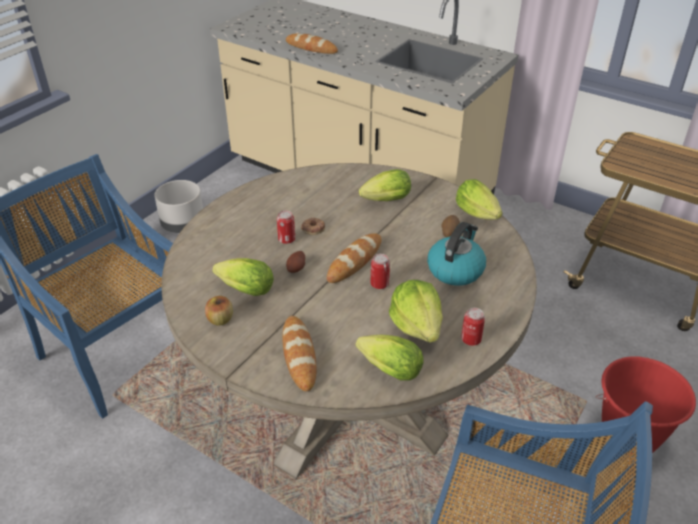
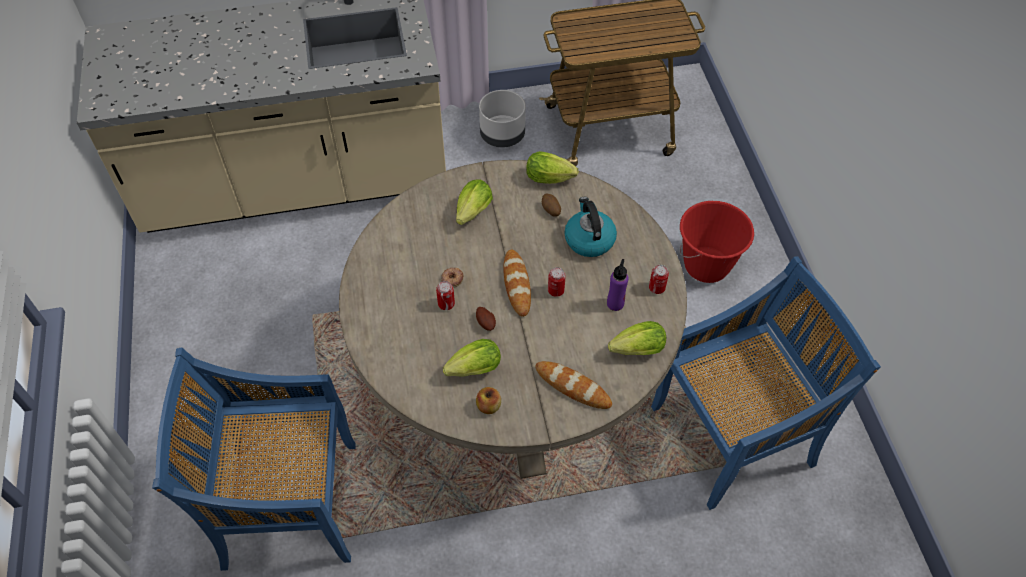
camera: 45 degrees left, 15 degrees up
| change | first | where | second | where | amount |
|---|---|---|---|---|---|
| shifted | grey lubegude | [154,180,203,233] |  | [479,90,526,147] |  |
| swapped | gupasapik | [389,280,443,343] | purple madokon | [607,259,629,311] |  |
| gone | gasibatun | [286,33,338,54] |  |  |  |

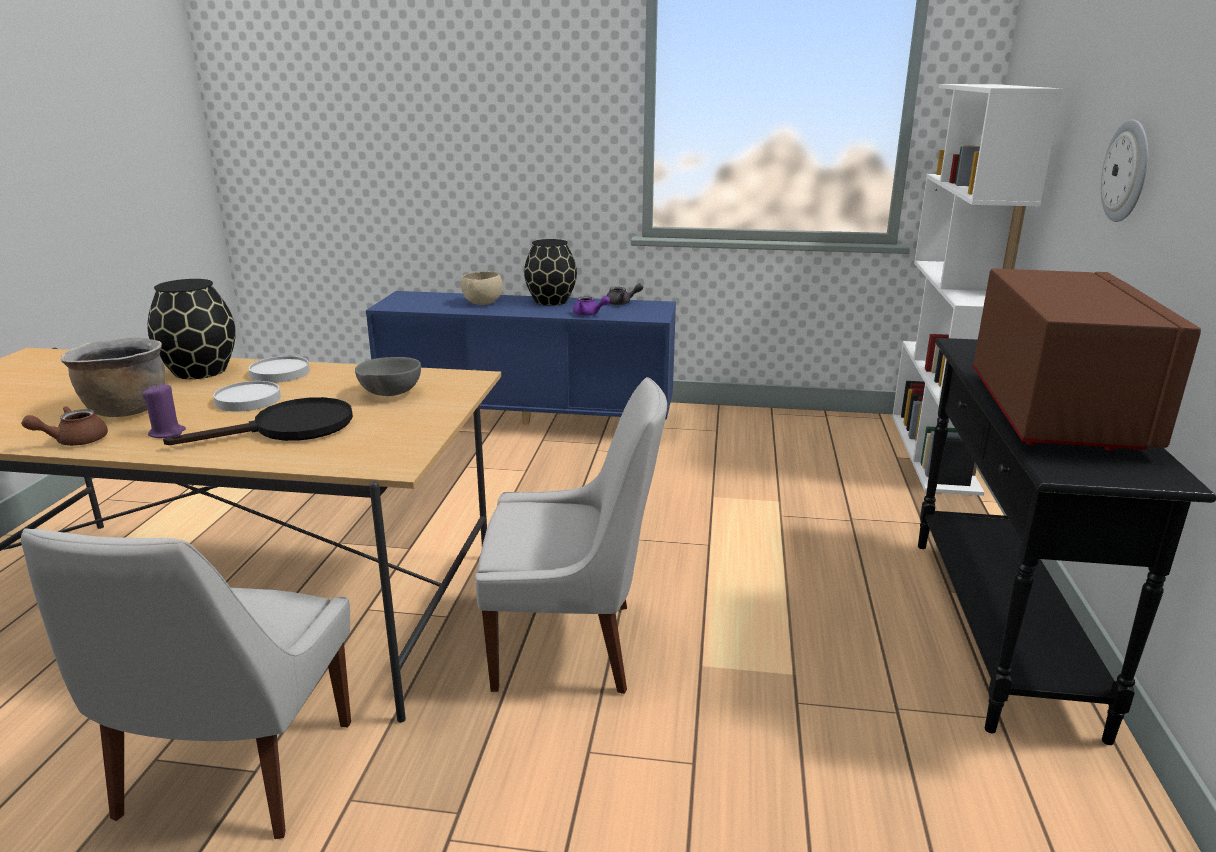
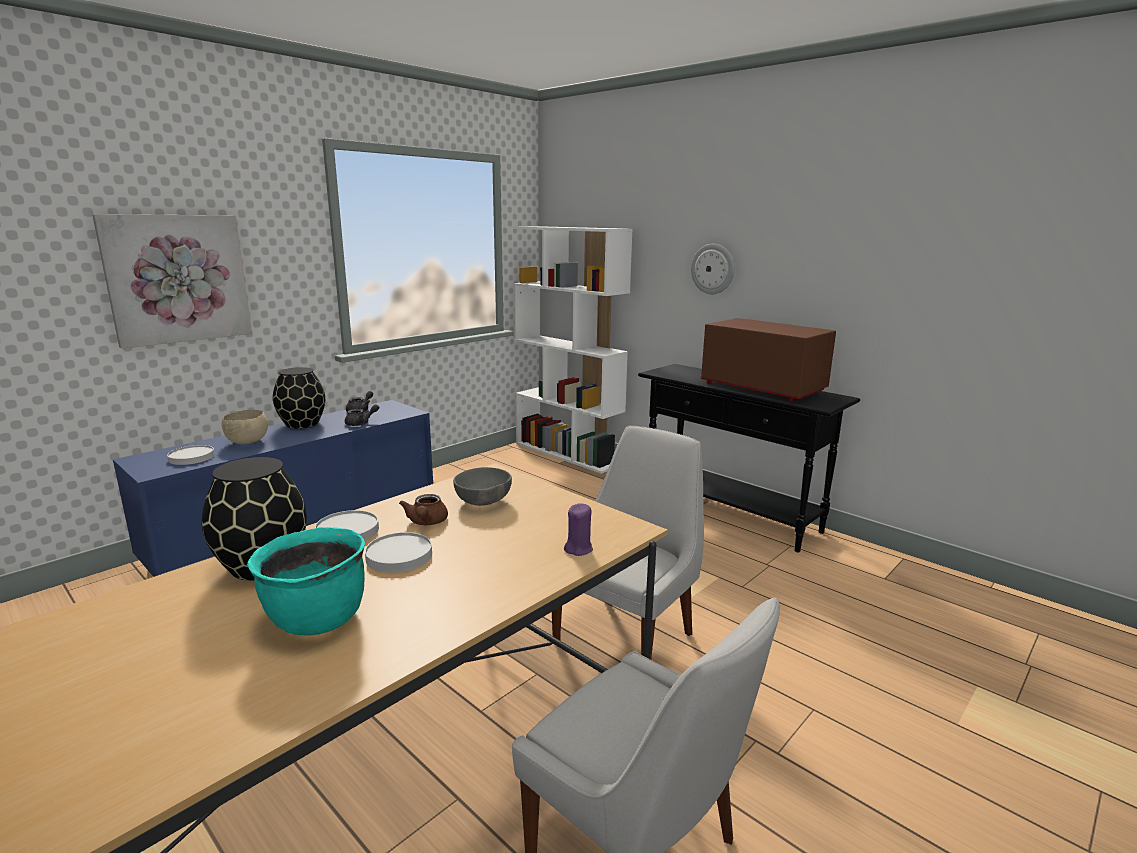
camera: 55 degrees left, 5 degrees down
| change | first | where | second | where | amount |
|---|---|---|---|---|---|
| new |  |  | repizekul | [92,214,252,349] |  |
| new |  |  | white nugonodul | [167,445,215,465] |  |
| repainted | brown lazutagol | [60,338,165,417] | turquoise lazutagol | [247,527,365,636] |  |
| repainted | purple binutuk | [573,296,610,316] | grey binutuk | [345,404,379,426] |  |
| shifted | brown binutuk | [21,406,108,446] |  | [399,494,448,525] |  |
| shifted | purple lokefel | [142,383,186,438] |  | [564,503,593,556] |  |
| gone | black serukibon | [163,397,353,445] |  |  |  |

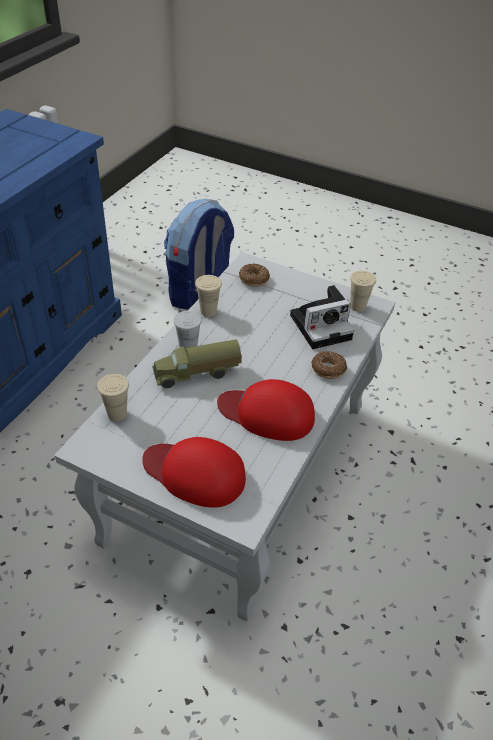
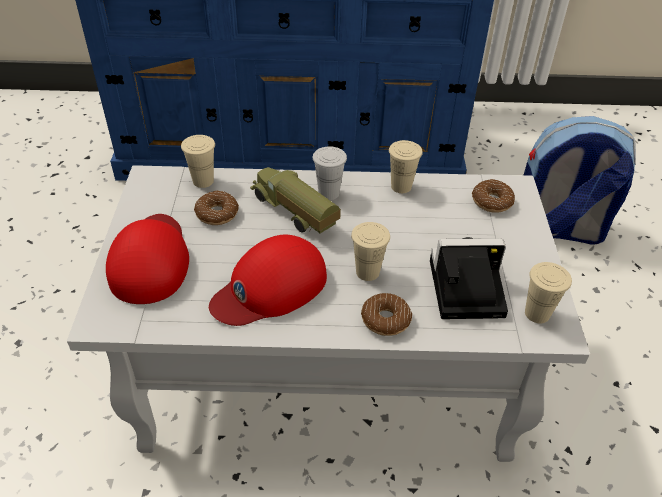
camera: 65 degrees right, 0 degrees up
| change | first | where | second | where | amount |
|---|---|---|---|---|---|
| new |  |  | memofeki | [194,190,239,225] |  |
| rotated | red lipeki | [217,379,315,441] |  | [209,235,327,326] | 120 degrees counterclockwise |
| new |  |  | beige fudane | [351,222,390,281] |  |
| rotated | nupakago | [290,285,354,349] |  | [430,237,508,319] | 135 degrees clockwise |

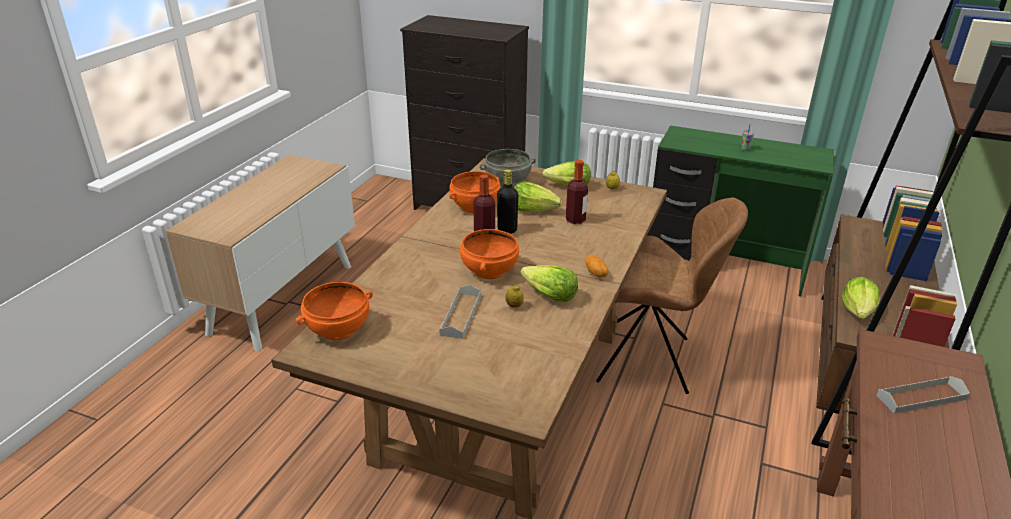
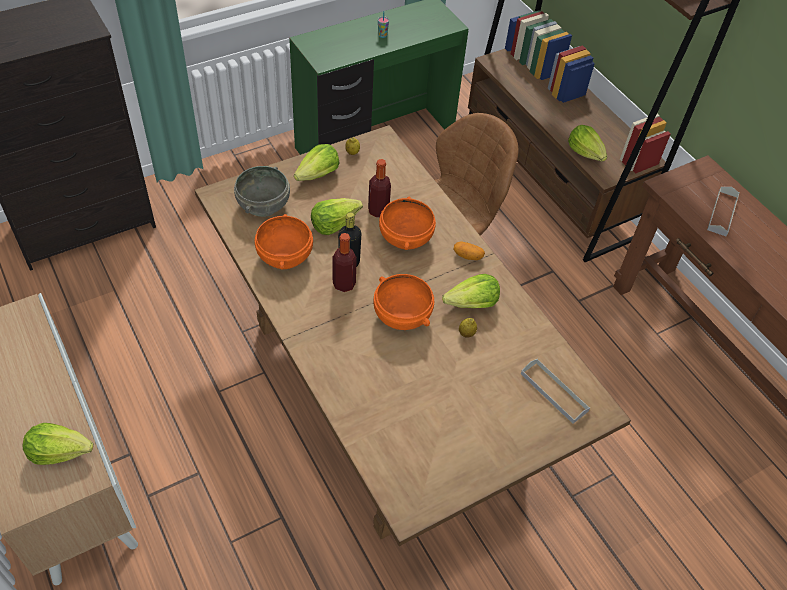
camera: 55 degrees left, 20 degrees up
| change | first | where | second | where | amount |
|---|---|---|---|---|---|
| new |  |  | gupasapik | [22,423,93,465] |  |
| shifted | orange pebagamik | [296,282,373,340] |  | [379,197,436,250] |  |
| shifted | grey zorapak | [439,285,481,339] |  | [521,359,590,424] |  |

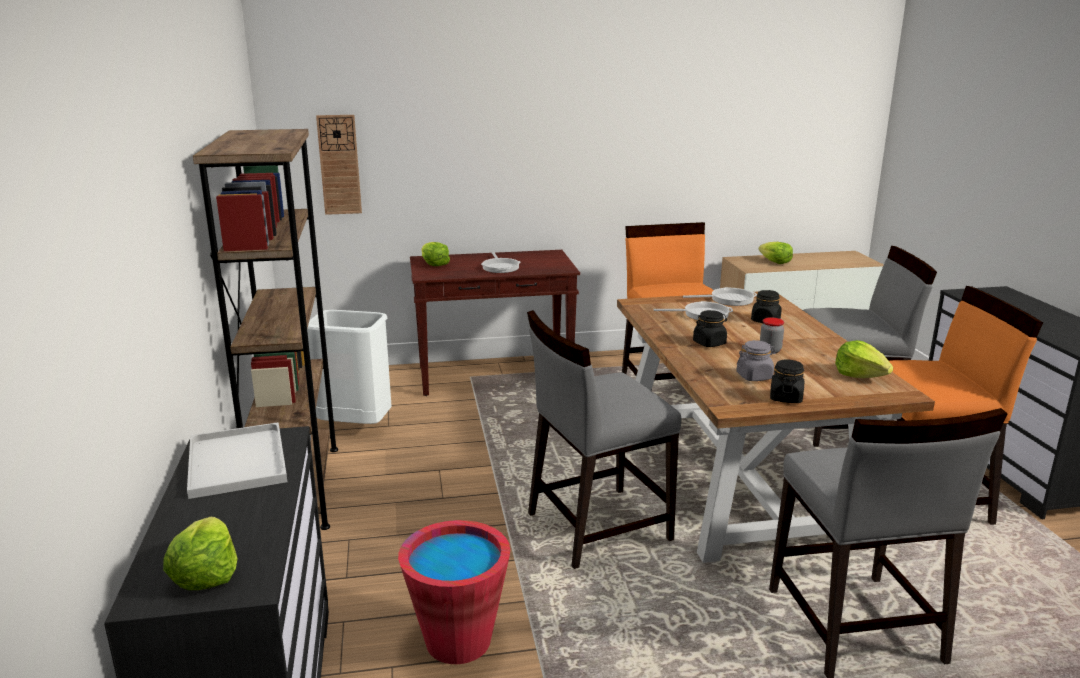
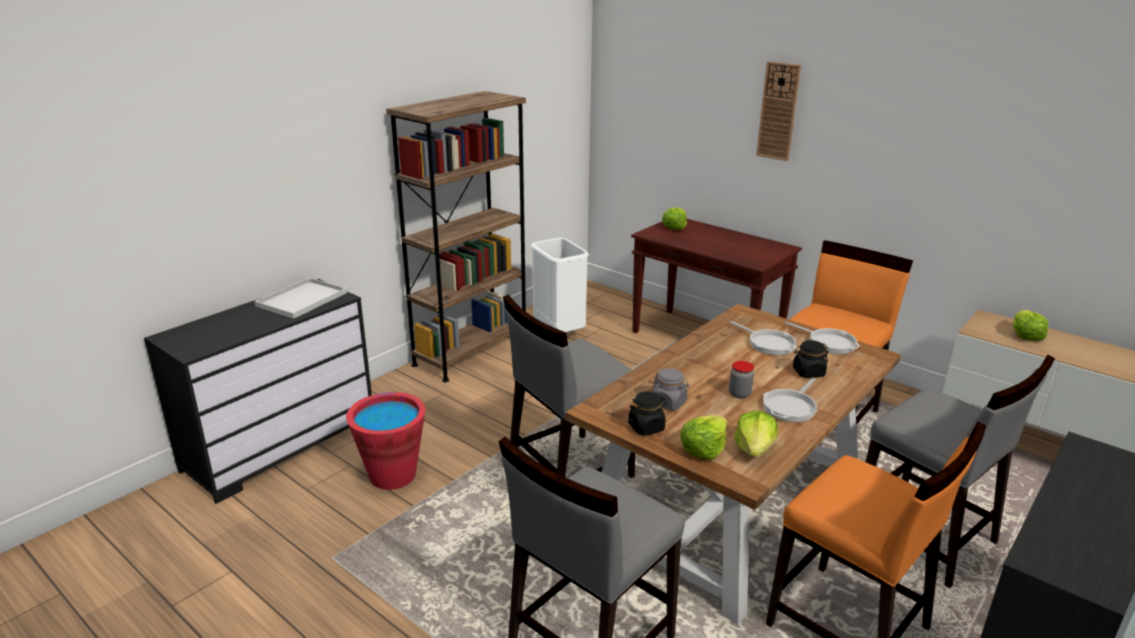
camera: 50 degrees right, 5 degrees up
| change | first | where | second | where | amount |
|---|---|---|---|---|---|
| rotated | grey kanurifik | [527,310,681,569] |  | [503,295,635,478] | 60 degrees counterclockwise |
| shifted | gupasapik | [163,517,237,590] |  | [680,415,727,460] |  |
| shifted | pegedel | [316,115,362,215] |  | [756,61,801,161] |  |
| shifted | serukibon | [481,252,520,273] |  | [763,378,817,422] |  |
| gone | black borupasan | [693,310,727,347] |  |  |  |

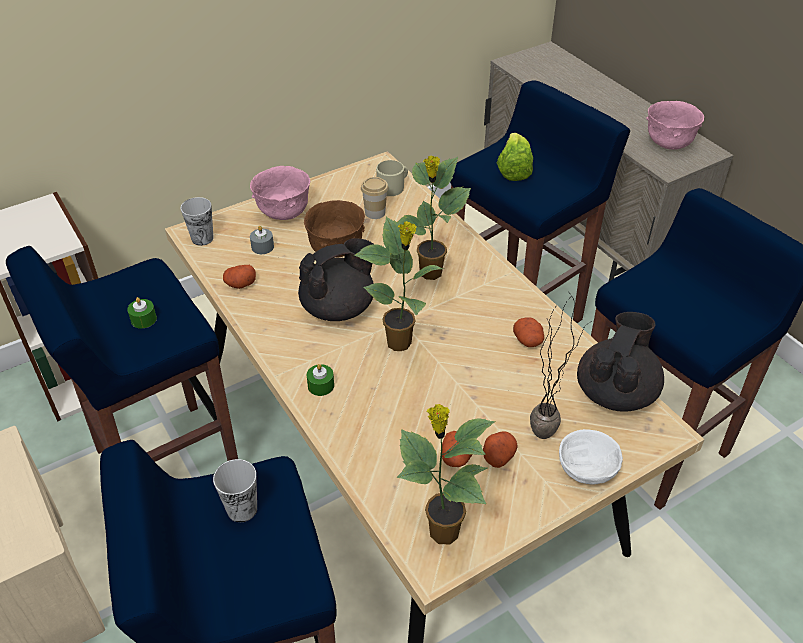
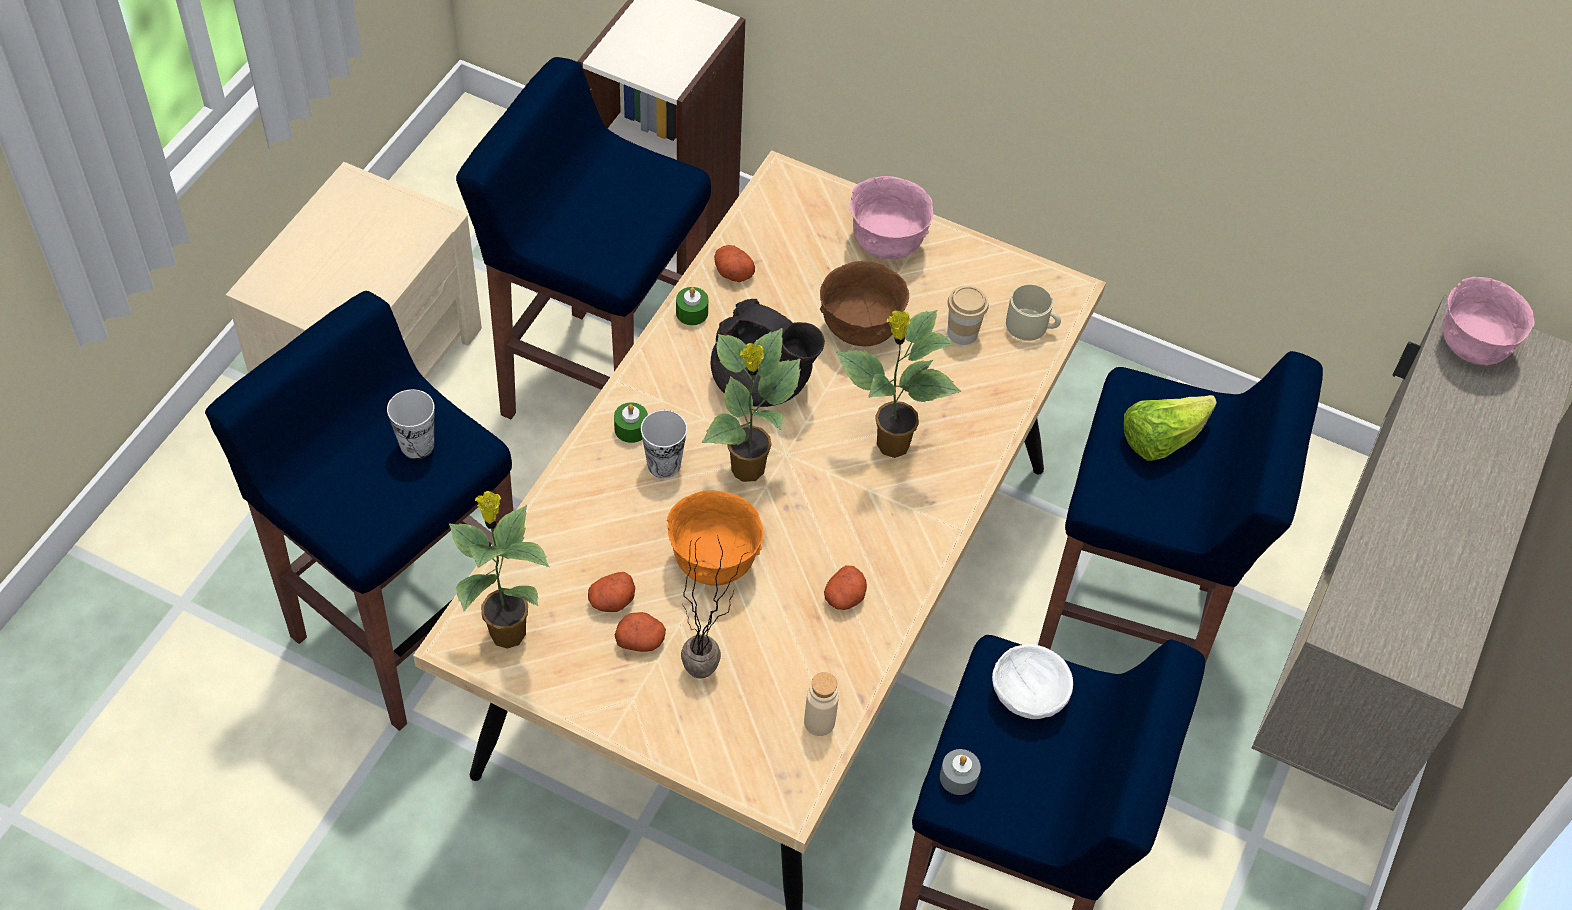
camera: 55 degrees right, 10 degrees up
| change | first | where | second | where | amount |
|---|---|---|---|---|---|
| shifted | fudane | [181,197,214,246] |  | [641,410,687,478] |  |
| new |  |  | orange pebagamik | [667,490,763,586] |  |
| shifted | green lokefel | [127,297,157,329] |  | [676,287,708,325] |  |
| swapped | black binutuk | [577,312,664,412] | beige madokon | [804,672,839,736] |  |
| shifted | grey lokefel | [250,226,274,254] |  | [940,749,981,795] |  |
| shifted | white pebagamik | [559,429,623,485] |  | [992,644,1073,719] |  |
| shifted | pink pebagamik | [646,101,704,149] |  | [1443,277,1534,365] |  |

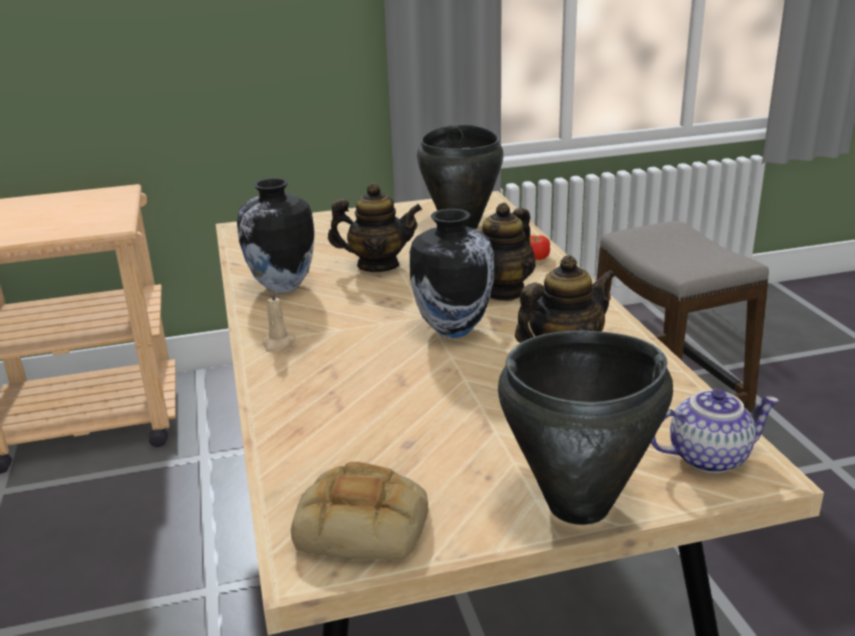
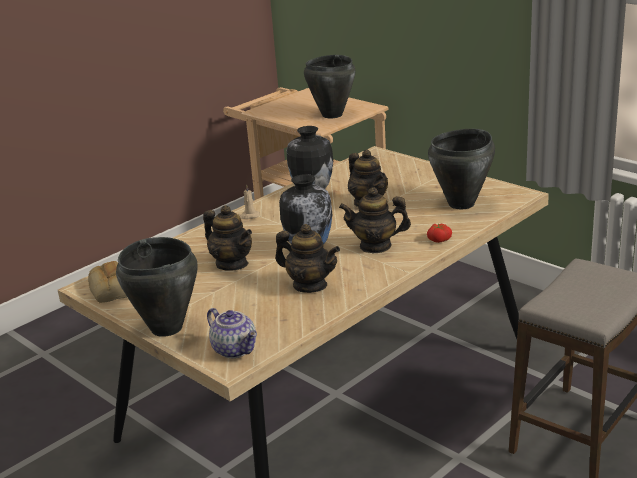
camera: 60 degrees right, 0 degrees up
| change | first | where | second | where | amount |
|---|---|---|---|---|---|
| new |  |  | binutuk | [203,205,252,271] |  |
| new |  |  | black lazutagol | [304,55,356,118] |  |

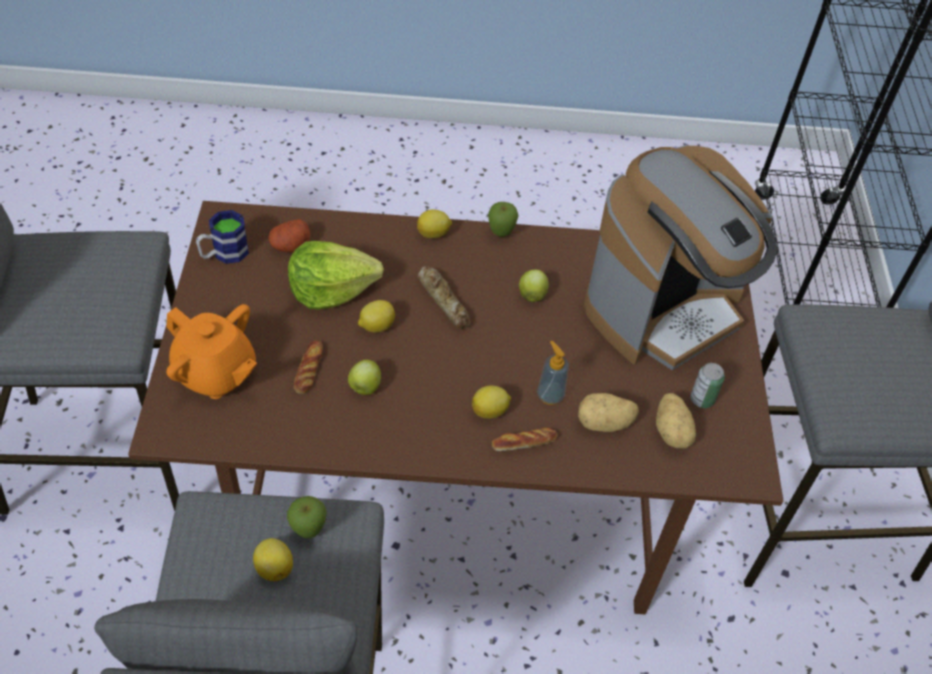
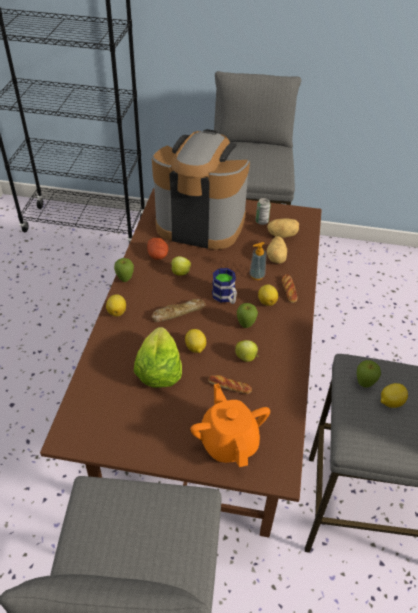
camera: 80 degrees left, 5 degrees down
| change | first | where | second | where | amount |
|---|---|---|---|---|---|
| shifted | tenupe | [268,219,310,252] |  | [147,238,169,260] |  |
| rotated | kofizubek | [584,146,778,370] |  | [152,129,250,250] | 45 degrees counterclockwise |
| rotated | orange binutuk | [166,304,257,399] |  | [190,383,270,467] | 60 degrees counterclockwise |
| shifted | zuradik | [196,210,249,264] |  | [212,268,237,304] |  |
| new |  |  | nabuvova | [237,303,258,328] |  |

